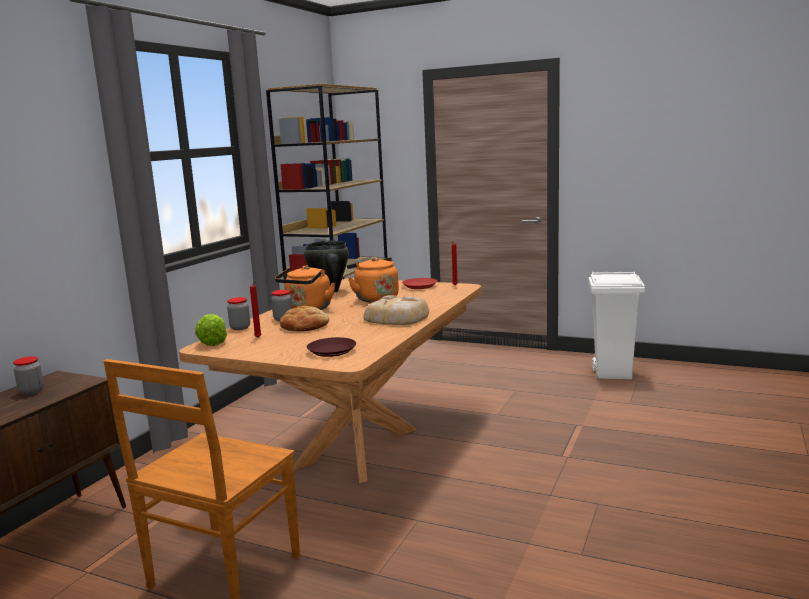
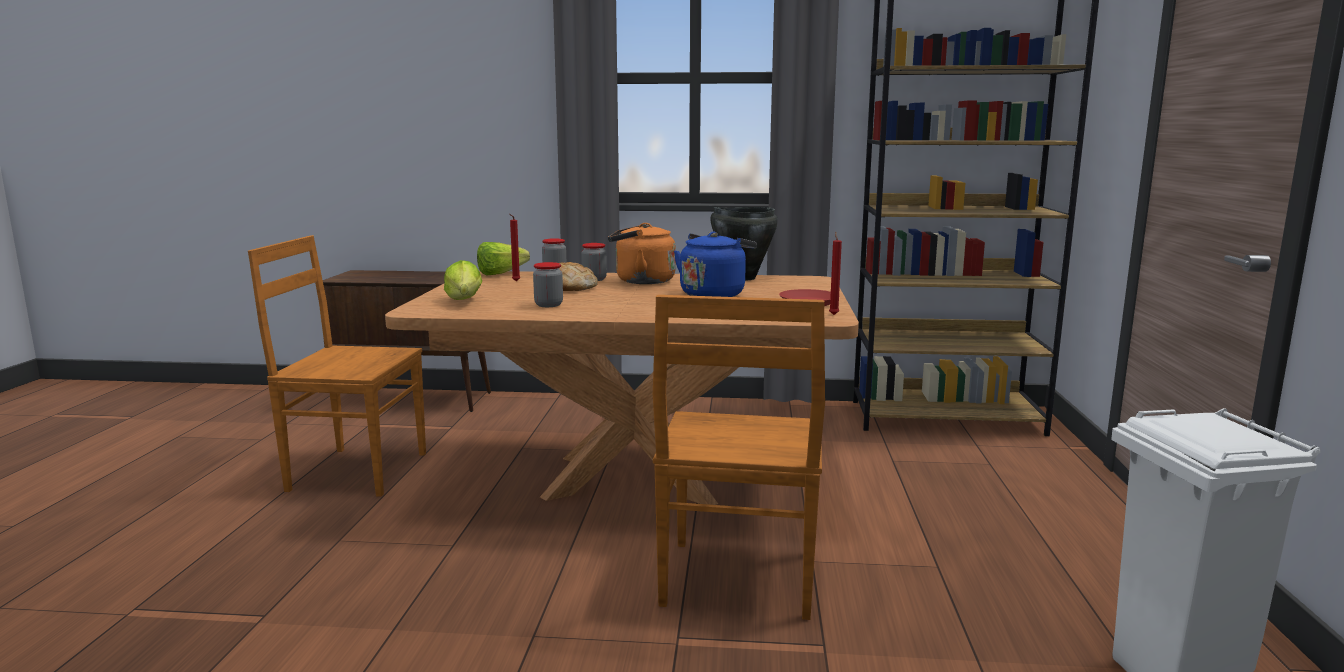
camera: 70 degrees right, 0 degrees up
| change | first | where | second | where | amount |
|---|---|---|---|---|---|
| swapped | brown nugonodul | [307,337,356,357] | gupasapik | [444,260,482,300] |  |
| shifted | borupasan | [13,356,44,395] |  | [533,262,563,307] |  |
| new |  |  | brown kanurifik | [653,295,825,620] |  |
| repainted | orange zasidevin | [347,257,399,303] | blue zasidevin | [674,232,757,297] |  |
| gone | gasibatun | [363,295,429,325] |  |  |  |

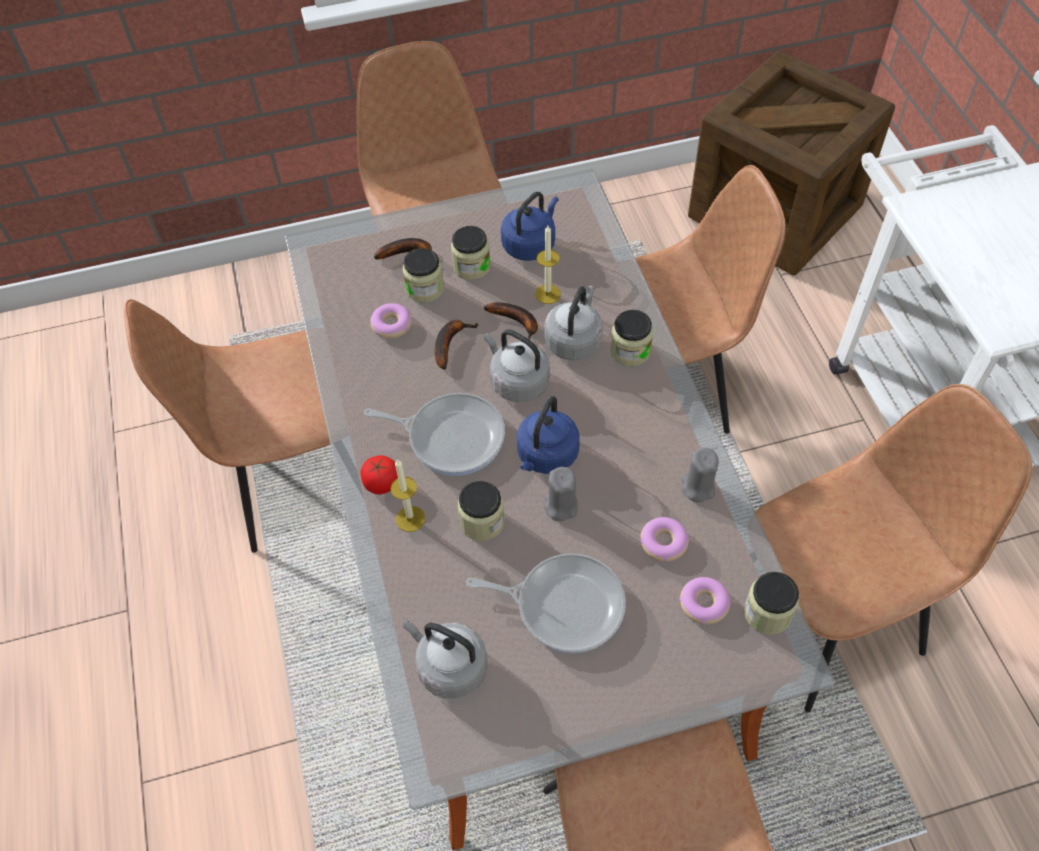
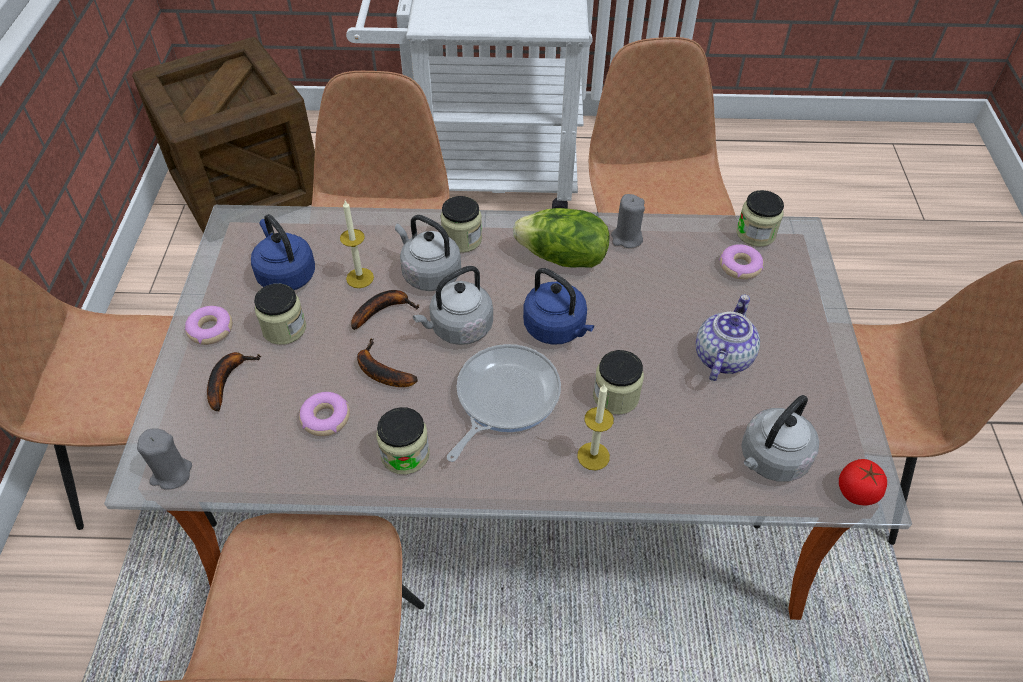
camera: 75 degrees left, 5 degrees down
| change | first | where | second | where | amount |
|---|---|---|---|---|---|
| shifted | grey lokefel | [545,467,578,521] |  | [137,428,192,490] |  |
| shifted | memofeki | [640,517,689,562] |  | [185,306,233,345] |  |
| shifted | borupasan | [402,248,444,303] |  | [376,407,430,474] |  |
| new |  |  | gupasapik | [513,208,610,268] |  |
| swapped | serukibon | [466,553,626,653] | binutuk | [696,294,760,381] |  |
| shifted | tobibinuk | [361,455,398,494] |  | [839,459,887,506] |  |

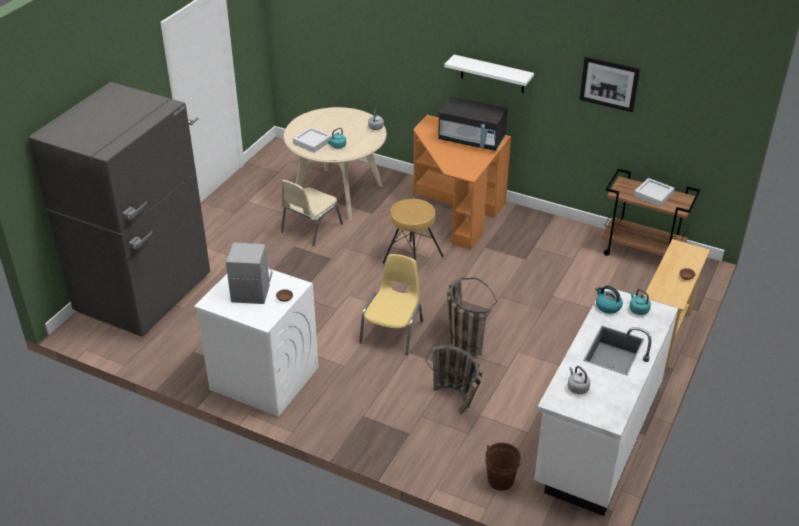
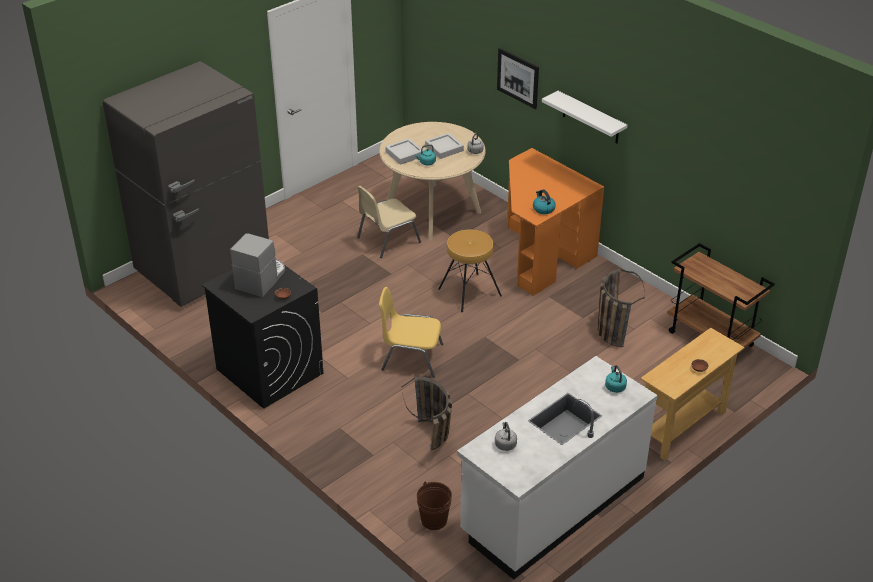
camera: 20 degrees right, 0 degrees up
| change | first | where | second | where | amount |
|---|---|---|---|---|---|
| repainted | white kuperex | [194,270,319,417] | black kuperex | [202,265,324,409] |  |
| rotated | yellow kanurifik | [359,254,423,355] |  | [379,287,443,378] | 120 degrees counterclockwise |
| shifted | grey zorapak | [634,178,675,207] |  | [425,133,464,159] |  |
| shifted | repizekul | [579,56,640,112] |  | [497,48,539,109] |  |
| shifted | zasidevin | [596,286,623,314] |  | [533,189,556,214] |  |
| shifted | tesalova | [447,278,497,356] |  | [598,269,645,347] |  |
| gone | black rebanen | [438,97,508,151] |  |  |  |

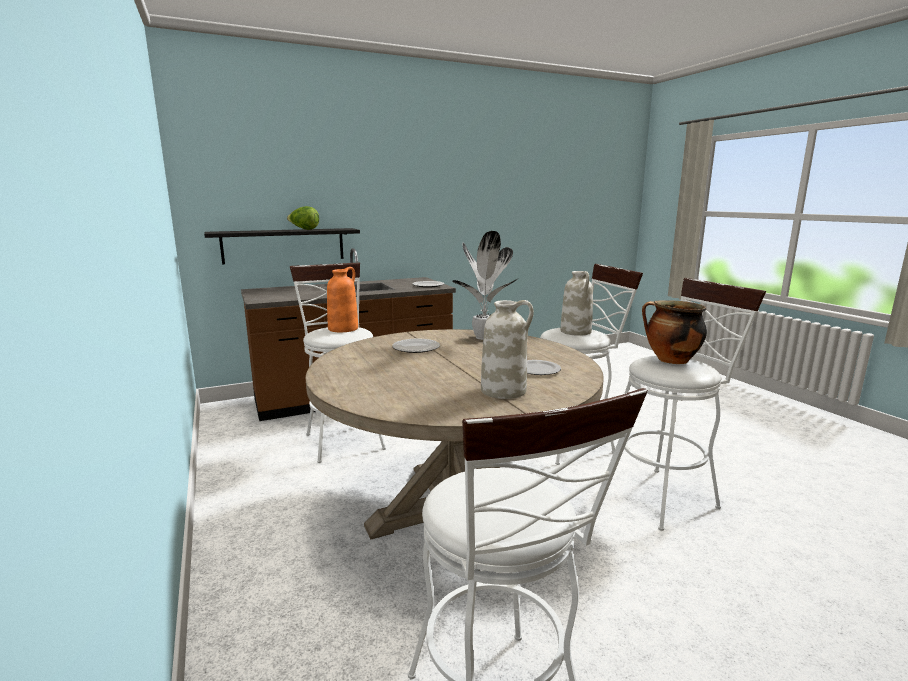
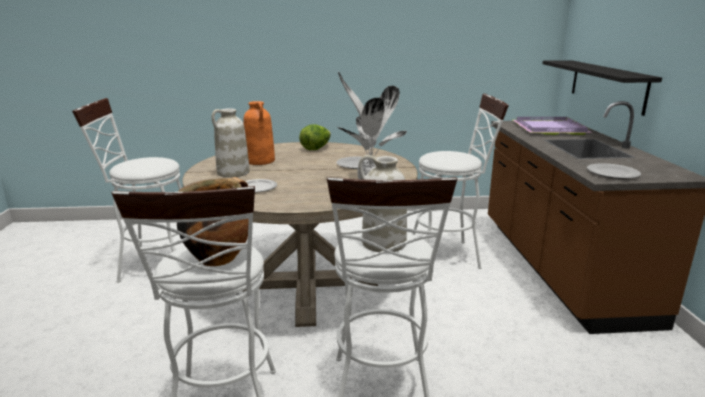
camera: 110 degrees right, 5 degrees up
| change | first | where | second | where | amount |
|---|---|---|---|---|---|
| shifted | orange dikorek | [327,267,358,332] |  | [243,101,275,165] |  |
| shifted | gupasapik | [287,206,319,230] |  | [299,124,331,150] |  |
| new |  |  | purple zorapak | [513,117,593,135] |  |

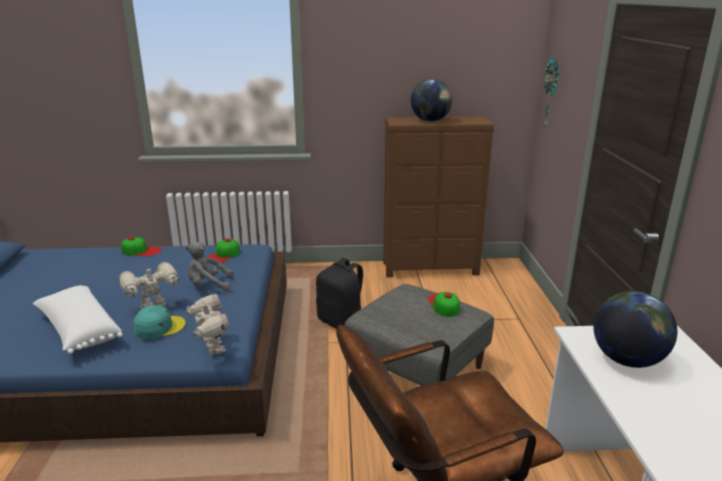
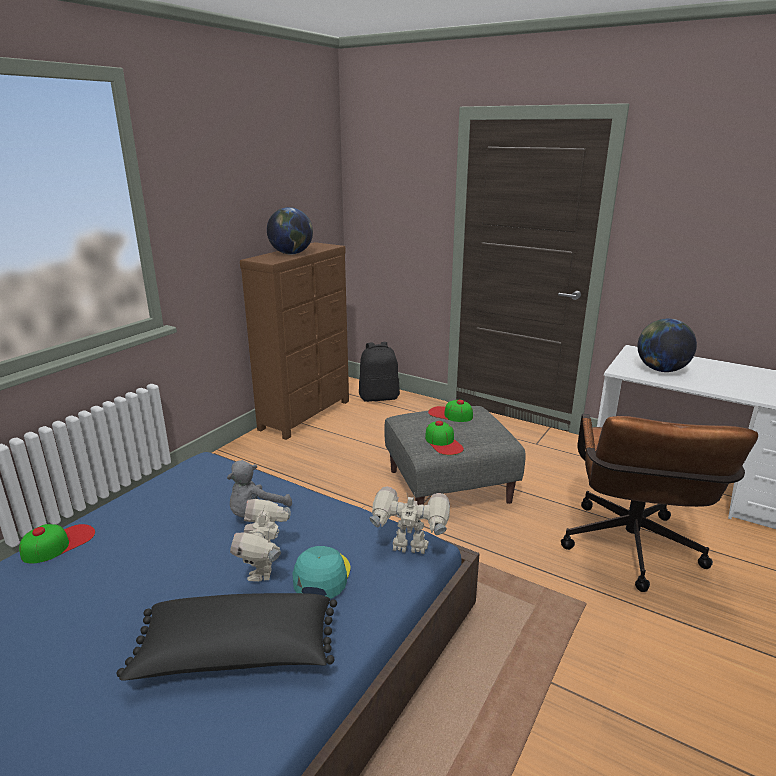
camera: 55 degrees left, 0 degrees up
| change | first | where | second | where | amount |
|---|---|---|---|---|---|
| repainted | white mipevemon | [33,286,122,354] | black mipevemon | [116,593,337,681] |  |
| shifted | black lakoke | [316,258,363,329] |  | [359,342,400,402] |  |
| shifted | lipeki | [207,238,240,264] |  | [425,421,464,455] |  |
| gone | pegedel | [543,58,559,126] |  |  |  |

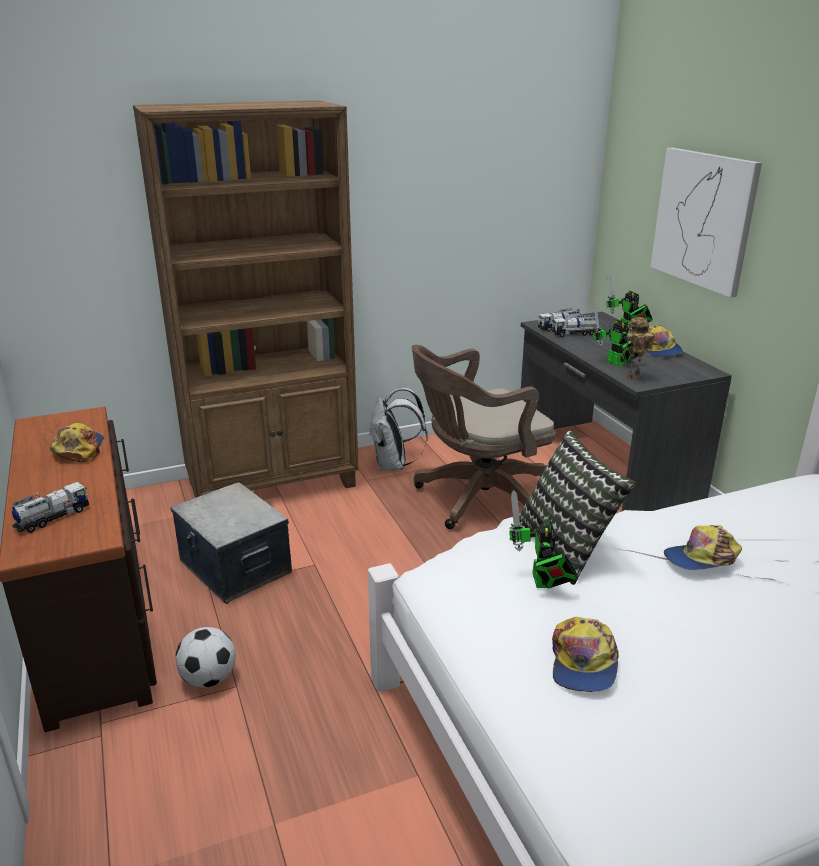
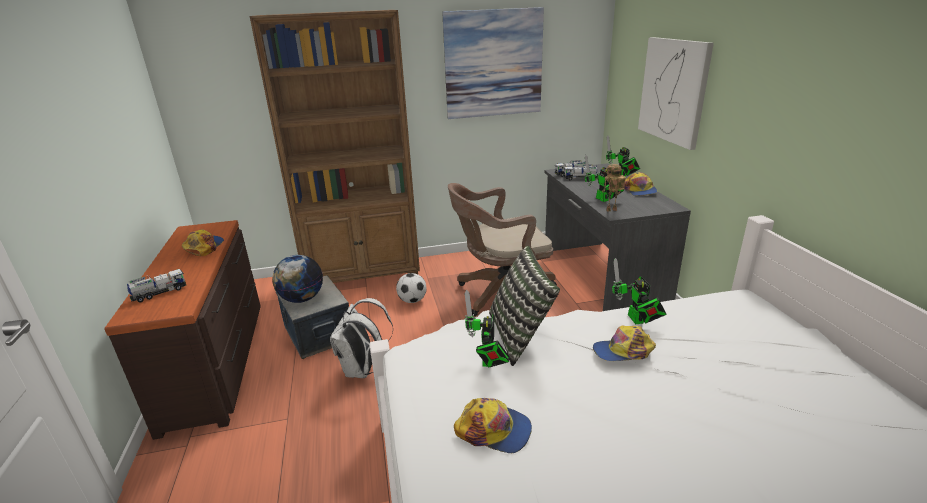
camera: 10 degrees right, 0 degrees up
| change | first | where | second | where | amount |
|---|---|---|---|---|---|
| new |  |  | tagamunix | [272,255,323,303] |  |
| shifted | white lakoke | [369,388,428,471] |  | [330,298,393,378] |  |
| shifted | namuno | [175,627,236,687] |  | [396,273,427,303] |  |
| new |  |  | repizekul | [442,7,544,119] |  |
| rotated | lipeki | [552,617,619,692] |  | [454,398,532,453] | 90 degrees counterclockwise |
| new |  |  | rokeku | [612,258,666,324] |  |

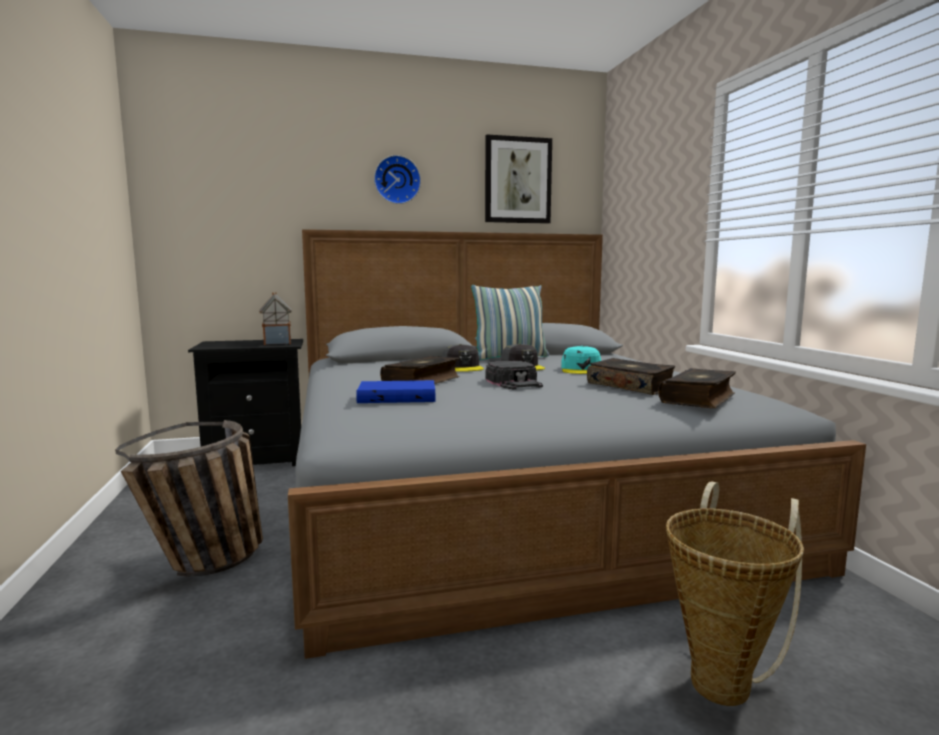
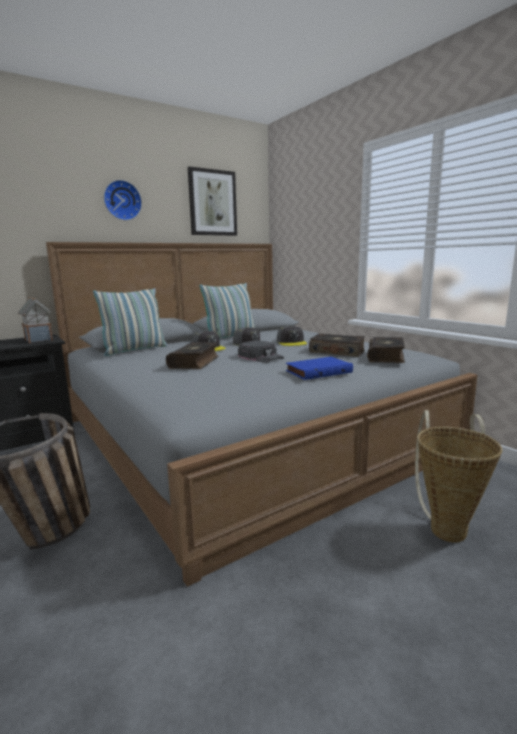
camera: 20 degrees left, 5 degrees up
| change | first | where | second | where | amount |
|---|---|---|---|---|---|
| new |  |  | mipevemon | [93,288,168,356] |  |
| repainted | turquoise lipeki | [561,346,601,374] | grey lipeki | [277,326,307,346] |  |
| shifted | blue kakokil | [356,380,435,403] |  | [286,357,353,380] |  |

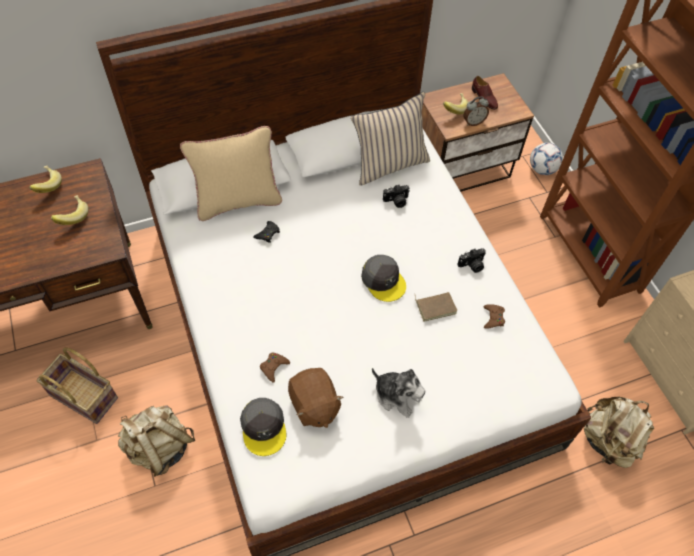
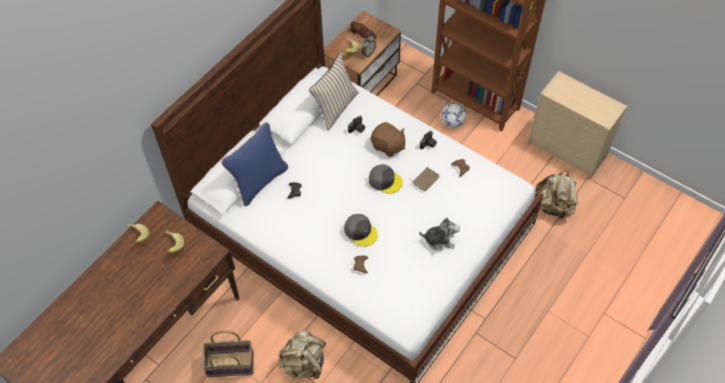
camera: 30 degrees left, 0 degrees up
| change | first | where | second | where | amount |
|---|---|---|---|---|---|
| repainted | beige mipevemon | [180,126,282,221] | blue mipevemon | [221,123,288,206] |  |
| shifted | grey lipeki | [240,398,286,456] |  | [344,214,378,247] |  |
| shifted | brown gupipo | [288,368,343,428] |  | [370,122,405,157] |  |
| shifted | namuno | [530,143,563,175] |  | [441,103,466,128] |  |

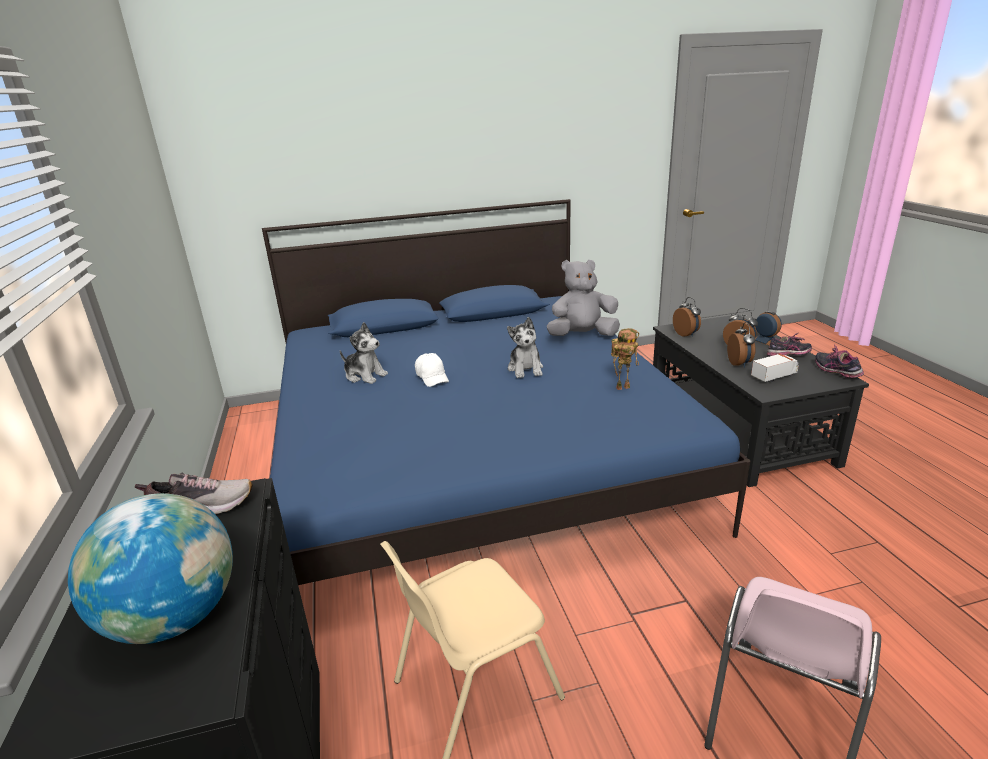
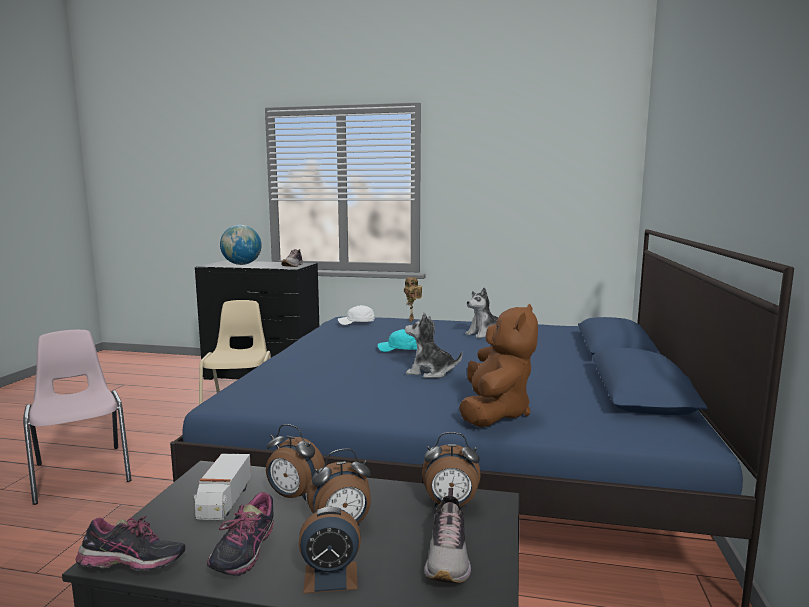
camera: 115 degrees right, 15 degrees down
| change | first | where | second | where | amount |
|---|---|---|---|---|---|
| shifted | white lipeki | [415,353,449,387] |  | [338,305,375,325] |  |
| new |  |  | turquoise lipeki | [378,329,417,352] |  |
| shifted | rokeku | [611,328,639,390] |  | [404,277,422,321] |  |
| new |  |  | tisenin | [424,488,471,583] |  |
| repainted | grey gupipo | [547,260,620,336] | brown gupipo | [459,304,538,427] |  |

